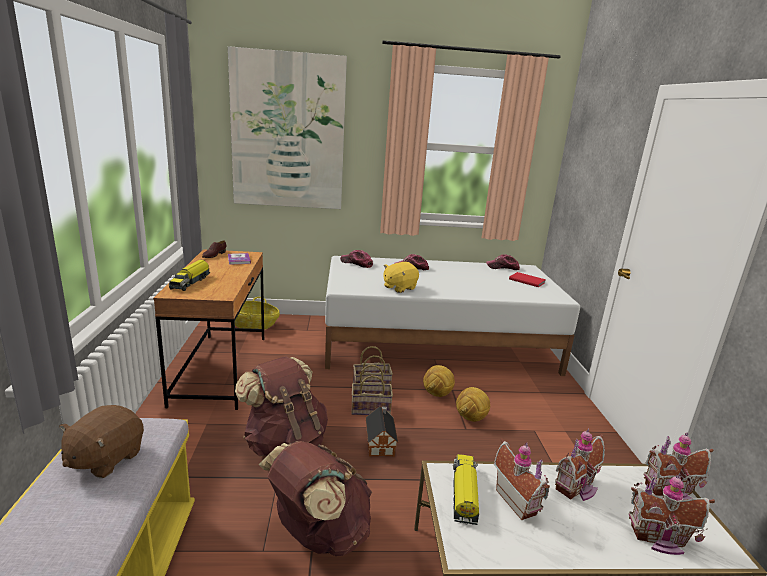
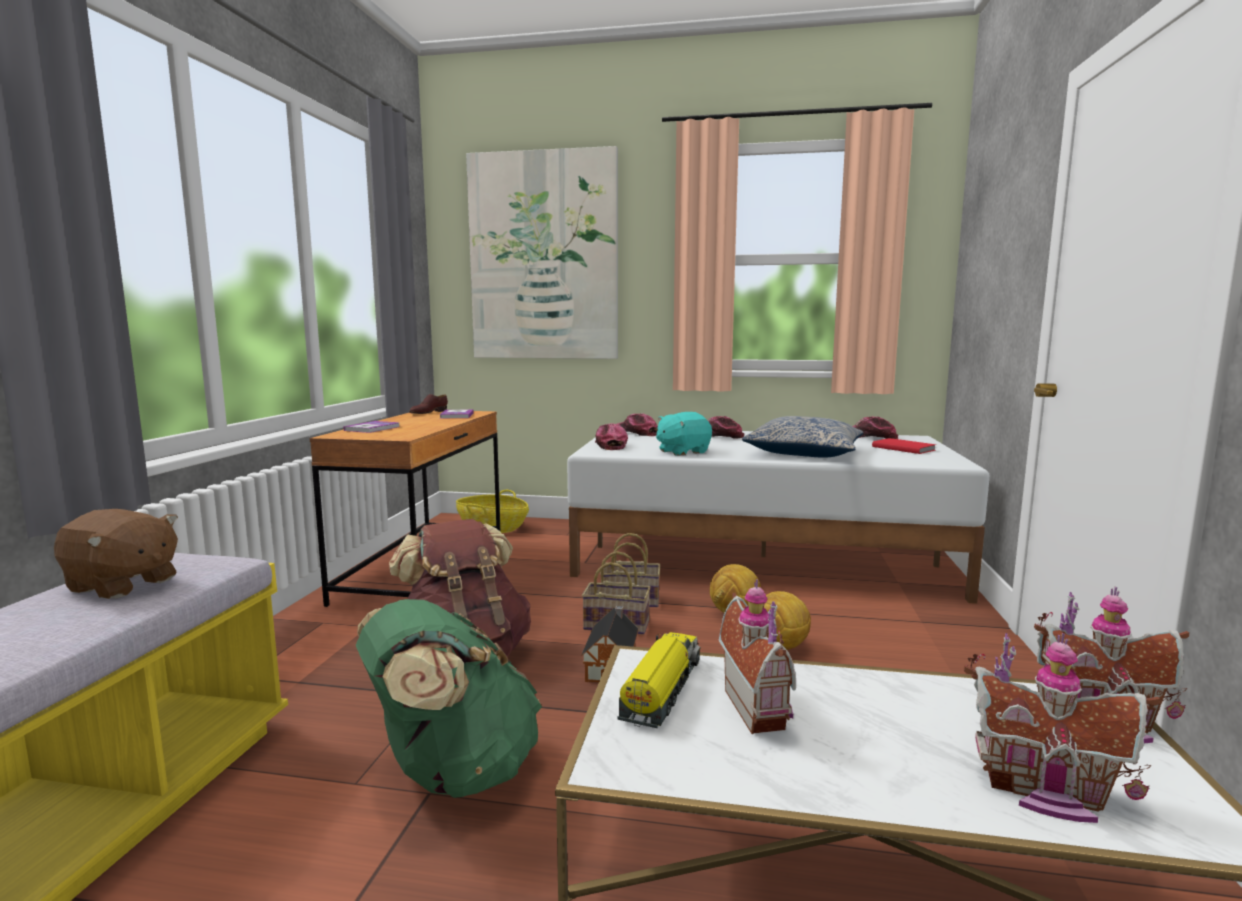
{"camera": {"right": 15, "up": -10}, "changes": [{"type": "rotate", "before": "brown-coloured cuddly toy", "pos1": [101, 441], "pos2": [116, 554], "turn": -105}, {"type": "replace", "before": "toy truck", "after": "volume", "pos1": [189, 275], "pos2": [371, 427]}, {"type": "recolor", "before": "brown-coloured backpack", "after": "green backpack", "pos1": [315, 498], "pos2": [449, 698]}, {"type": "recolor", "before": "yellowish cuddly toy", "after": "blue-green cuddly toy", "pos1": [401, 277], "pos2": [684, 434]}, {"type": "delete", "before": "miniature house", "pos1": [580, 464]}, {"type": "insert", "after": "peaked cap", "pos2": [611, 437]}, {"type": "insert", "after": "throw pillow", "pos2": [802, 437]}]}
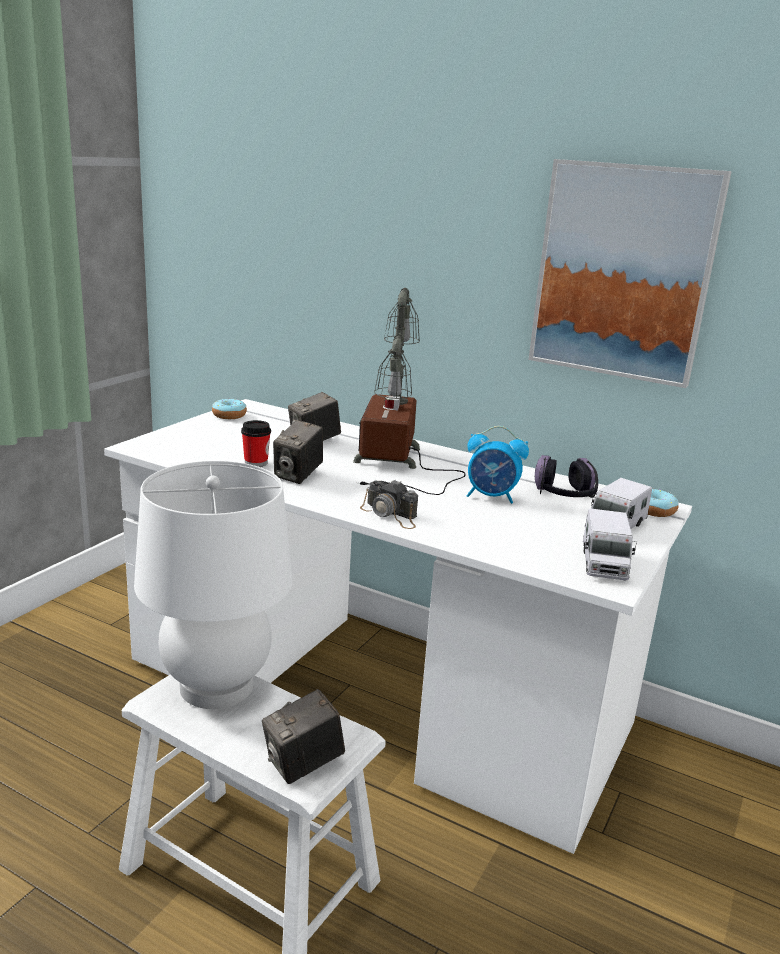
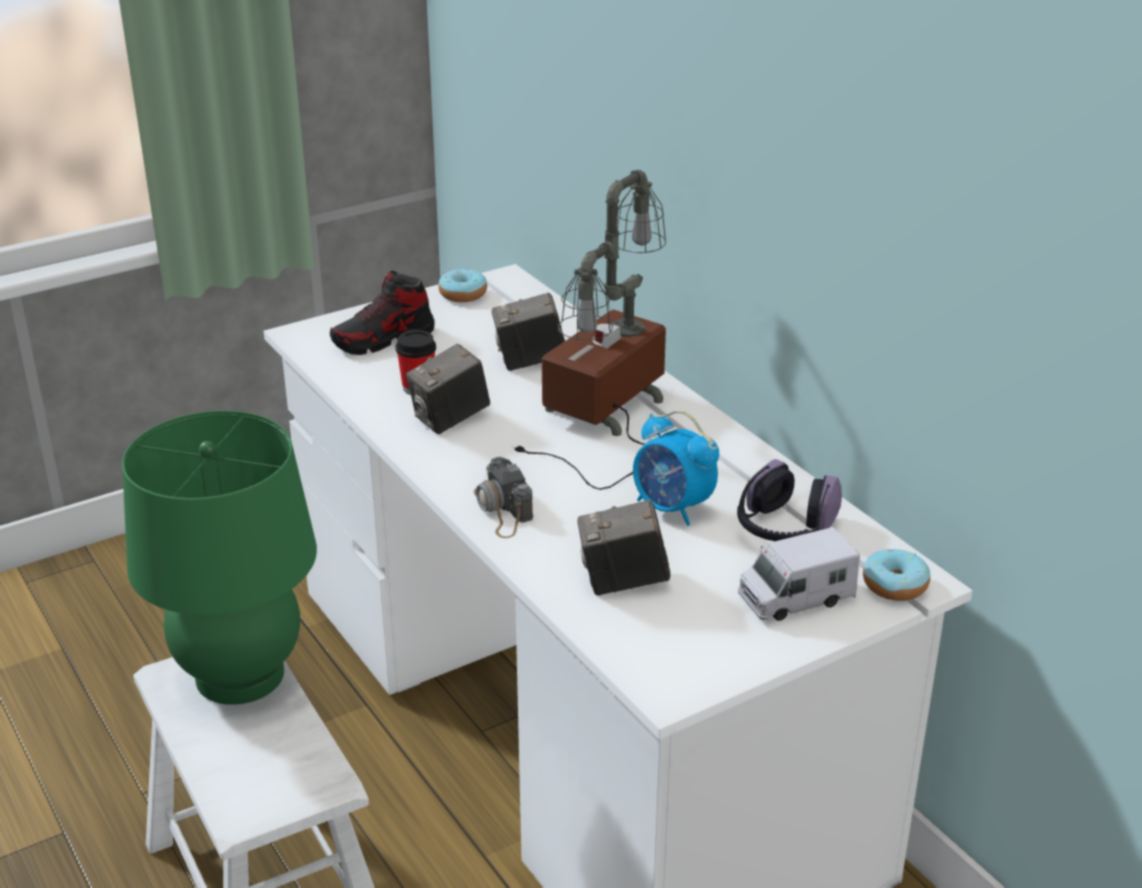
{"camera": {"right": 30, "up": 10}, "changes": [{"type": "recolor", "before": "whitish table lamp", "after": "green table lamp", "pos1": [213, 585], "pos2": [219, 558]}, {"type": "move", "before": "still camera", "pos1": [303, 736], "pos2": [624, 548]}, {"type": "delete", "before": "picture", "pos1": [630, 273]}, {"type": "delete", "before": "toy truck", "pos1": [610, 544]}, {"type": "insert", "after": "low shoe", "pos2": [382, 313]}]}
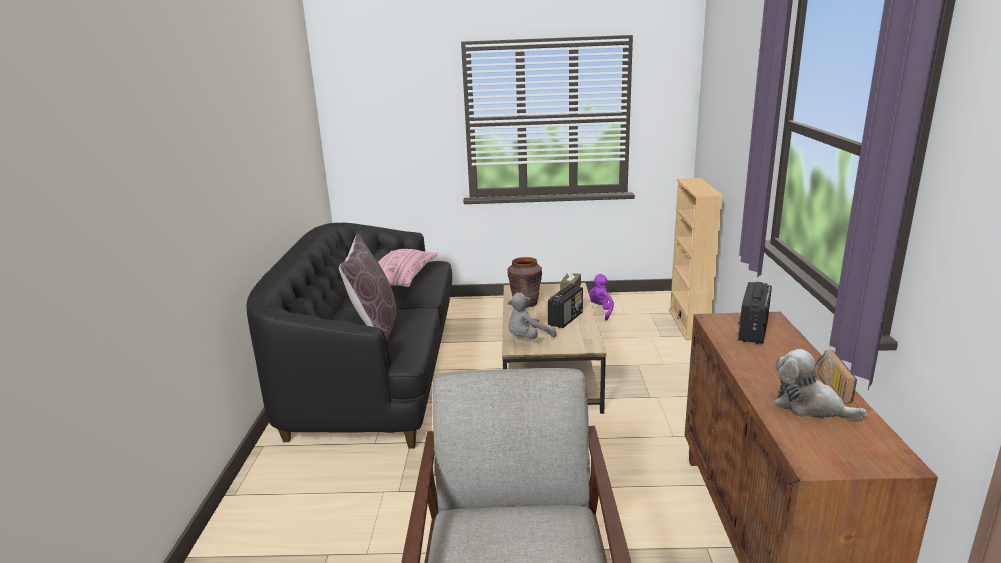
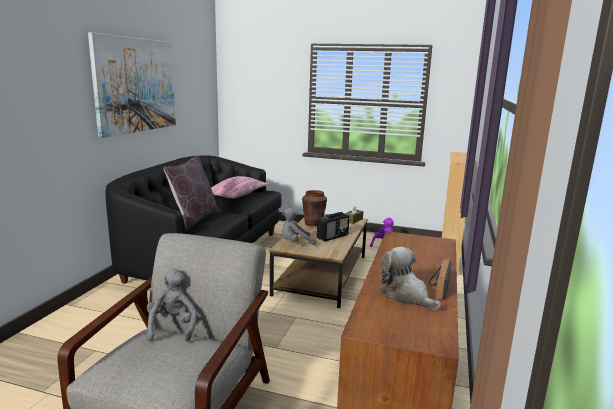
{"camera": {"right": 15, "up": -5}, "changes": [{"type": "delete", "before": "radio", "pos1": [754, 313]}, {"type": "insert", "after": "picture", "pos2": [132, 85]}, {"type": "insert", "after": "greyish cuddly toy", "pos2": [172, 305]}]}
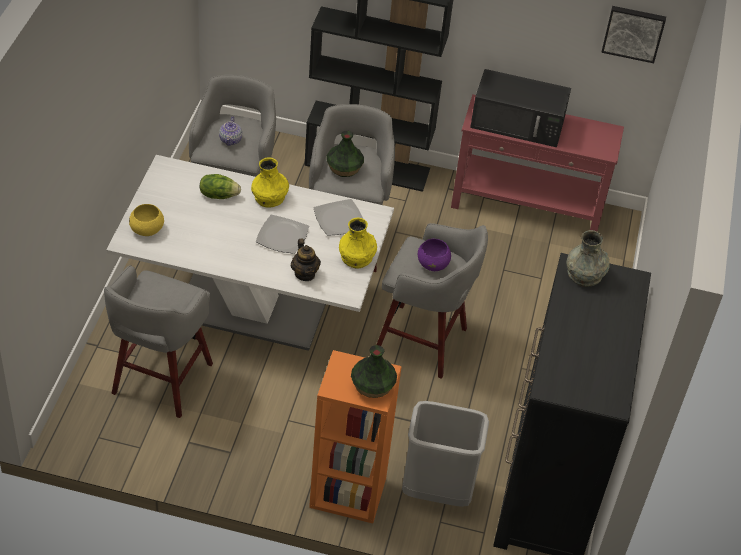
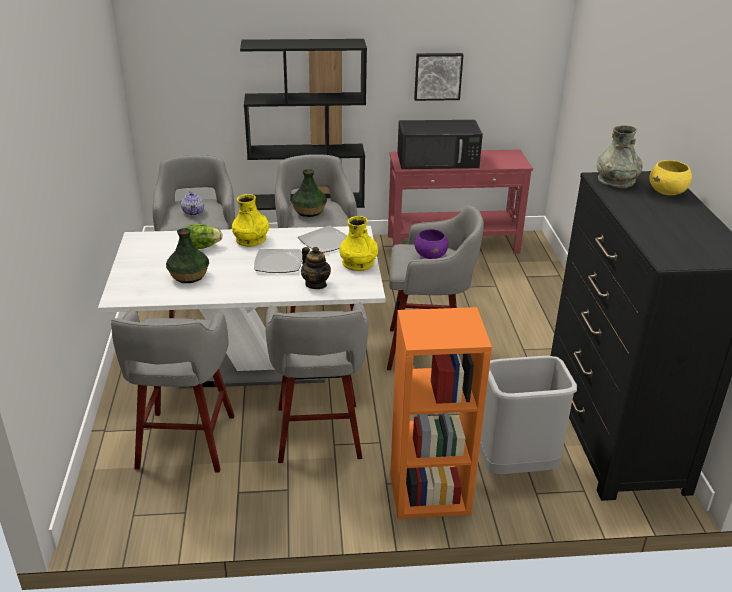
{"camera": {"right": -15, "up": -15}, "changes": [{"type": "move", "before": "yellowish bowl", "pos1": [146, 220], "pos2": [670, 177]}, {"type": "move", "before": "flower vase", "pos1": [374, 371], "pos2": [187, 255]}, {"type": "move", "before": "picture", "pos1": [633, 34], "pos2": [438, 77]}, {"type": "insert", "after": "greyish stool seat", "pos2": [316, 382]}]}
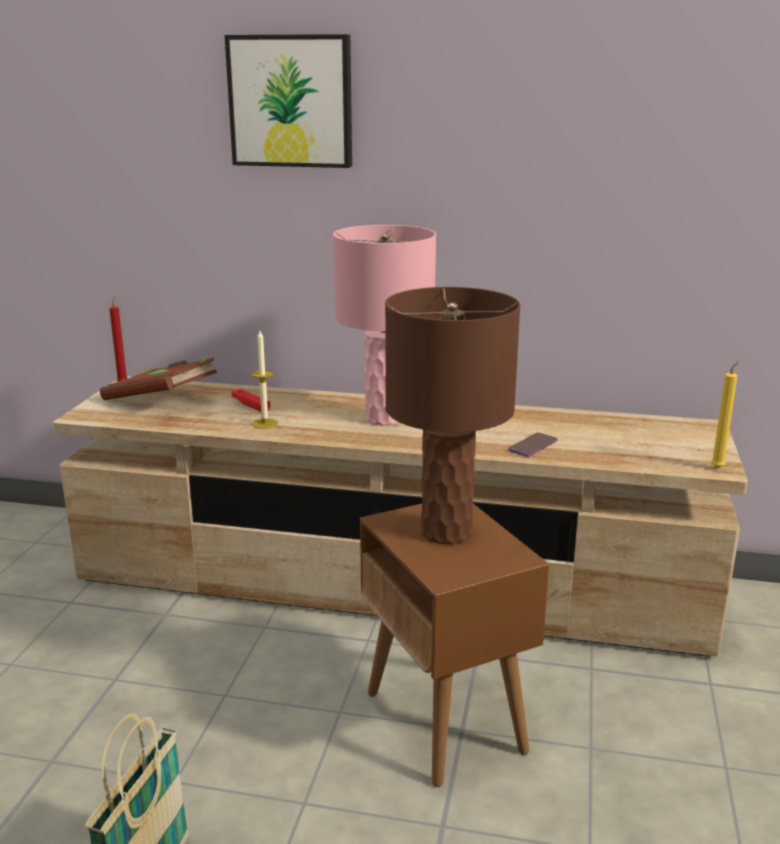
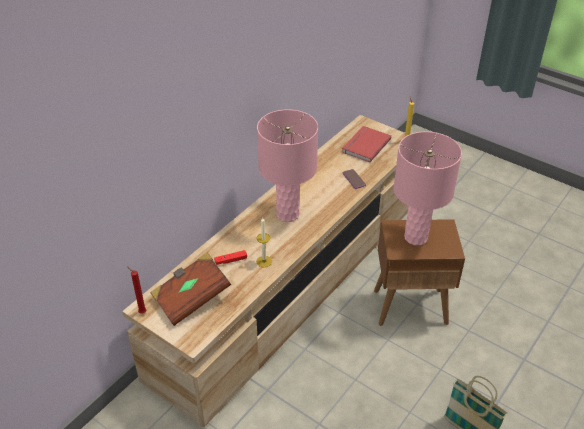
{"camera": {"right": -65, "up": 20}, "changes": [{"type": "delete", "before": "picture", "pos1": [288, 101]}, {"type": "recolor", "before": "brown-coloured table lamp", "after": "pink-coloured table lamp", "pos1": [453, 415], "pos2": [427, 188]}, {"type": "insert", "after": "red volume", "pos2": [366, 144]}]}
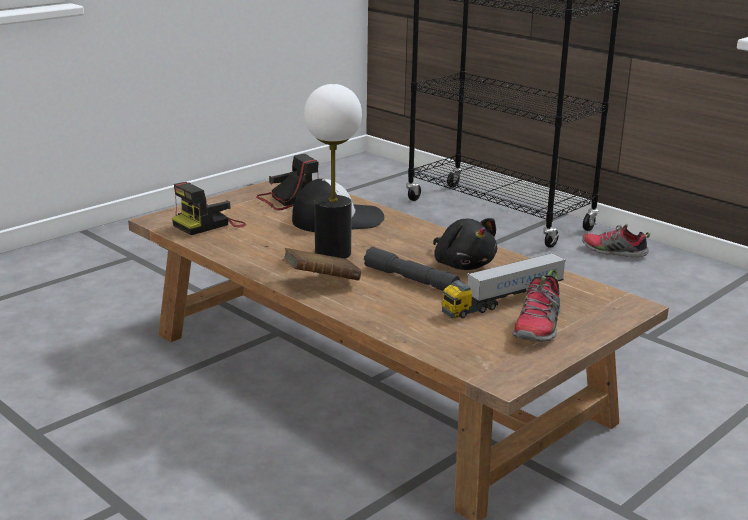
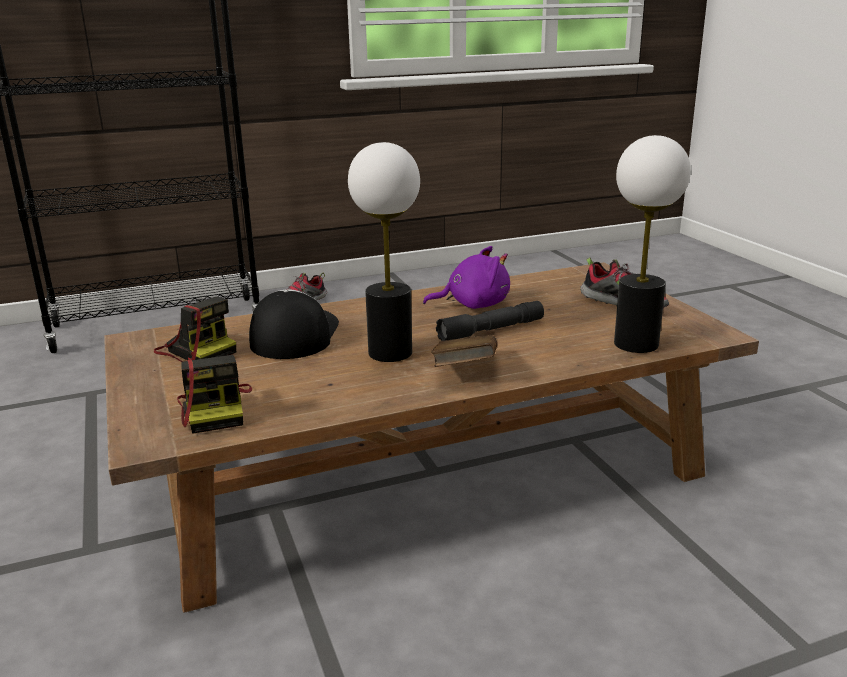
{"camera": {"right": -65, "up": 0}, "changes": [{"type": "rotate", "before": "still camera", "pos1": [287, 182], "pos2": [195, 329], "turn": 135}, {"type": "recolor", "before": "blackish cuddly toy", "after": "purplish cuddly toy", "pos1": [465, 244], "pos2": [466, 277]}, {"type": "delete", "before": "toy truck", "pos1": [503, 285]}, {"type": "insert", "after": "table lamp", "pos2": [652, 244]}]}
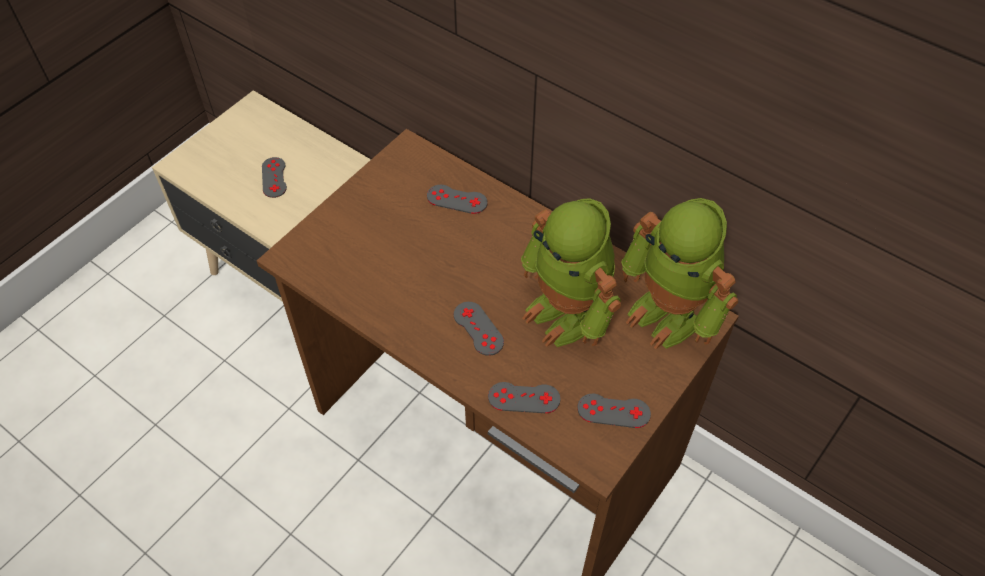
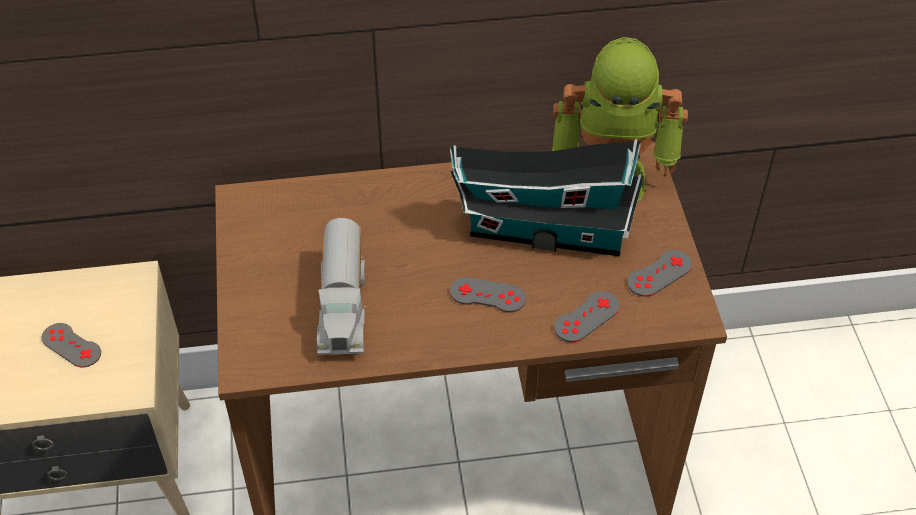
{"camera": {"right": -45, "up": -5}, "changes": [{"type": "delete", "before": "greyish gamepad", "pos1": [457, 199]}, {"type": "replace", "before": "model robot", "after": "miniature house", "pos1": [571, 272], "pos2": [547, 197]}, {"type": "insert", "after": "toy truck", "pos2": [341, 286]}]}
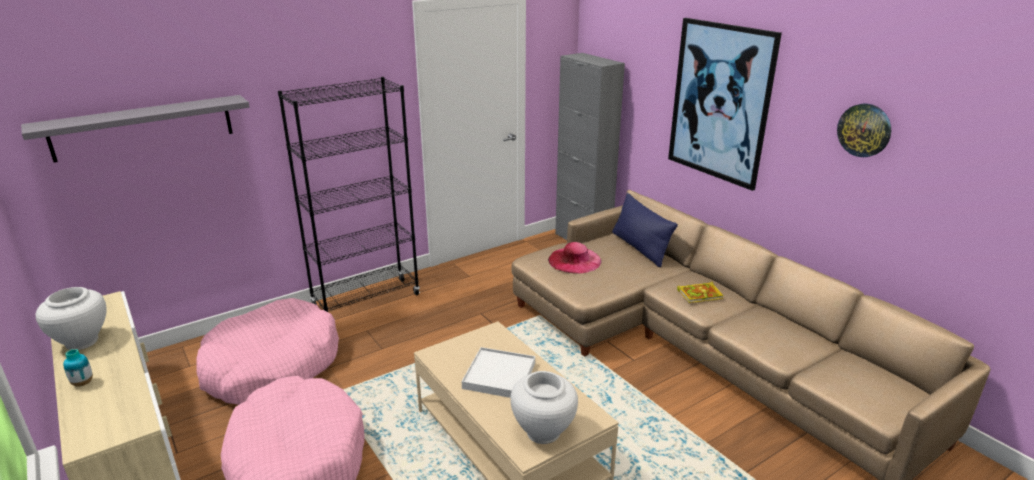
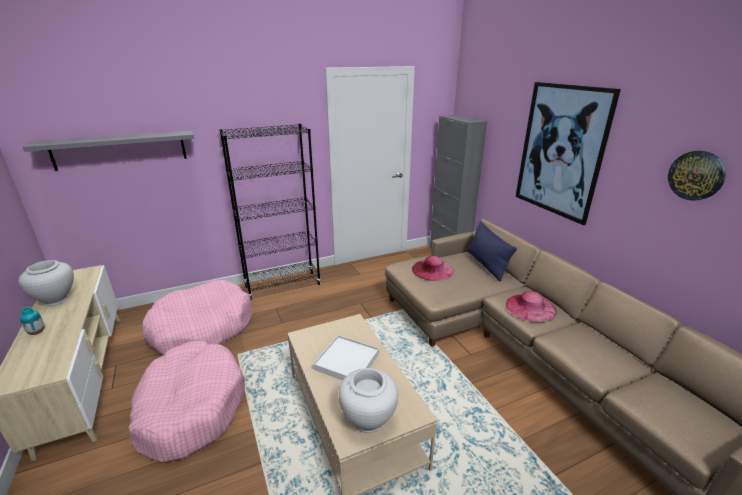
{"camera": {"right": 10, "up": 0}, "changes": [{"type": "replace", "before": "volume", "after": "pink-coloured hat", "pos1": [700, 292], "pos2": [531, 306]}]}
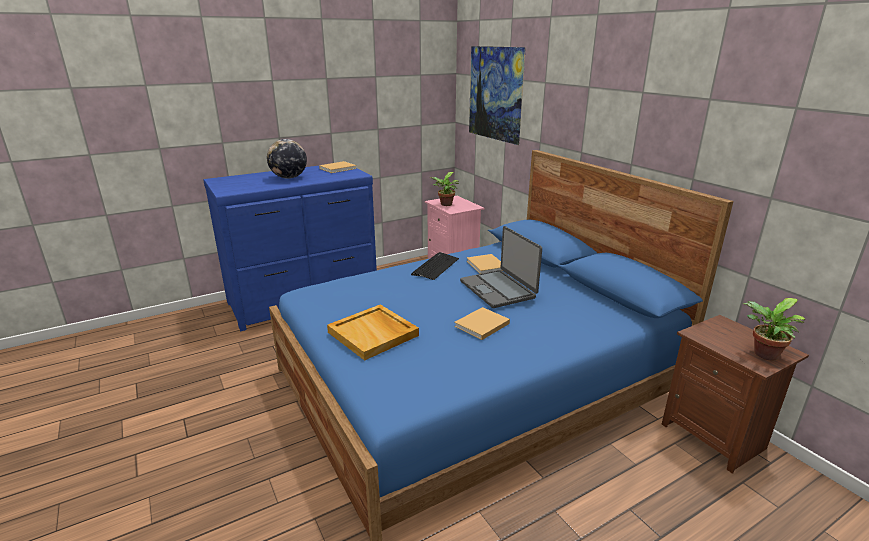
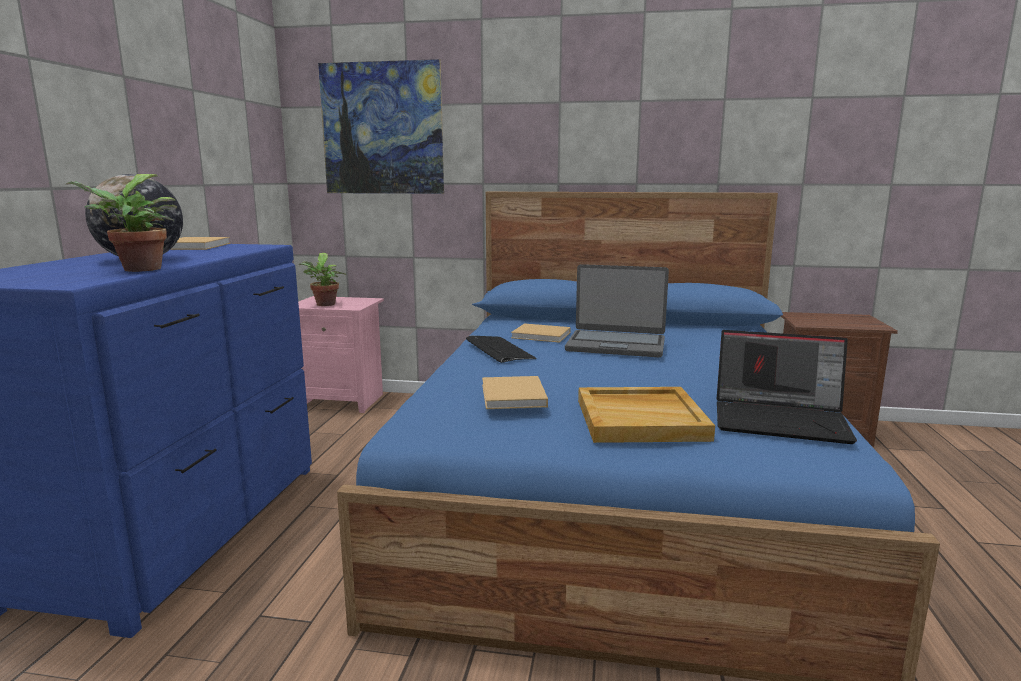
{"camera": {"right": -50, "up": -10}, "changes": [{"type": "move", "before": "beige-coloured volume", "pos1": [482, 323], "pos2": [515, 392]}, {"type": "move", "before": "houseplant", "pos1": [774, 329], "pos2": [121, 223]}, {"type": "insert", "after": "laptop", "pos2": [787, 387]}]}
